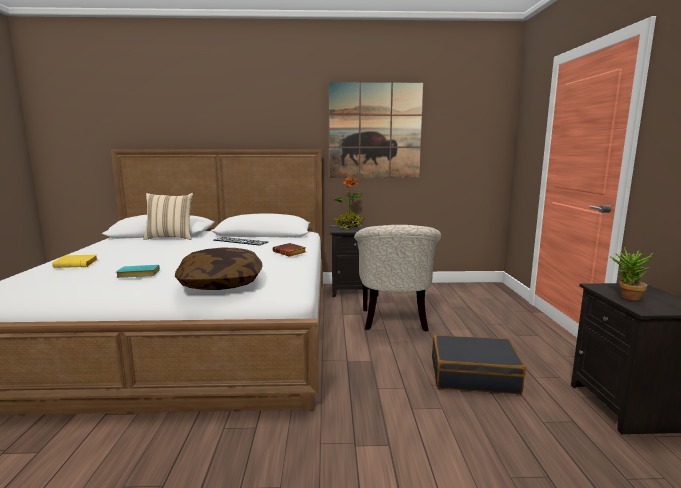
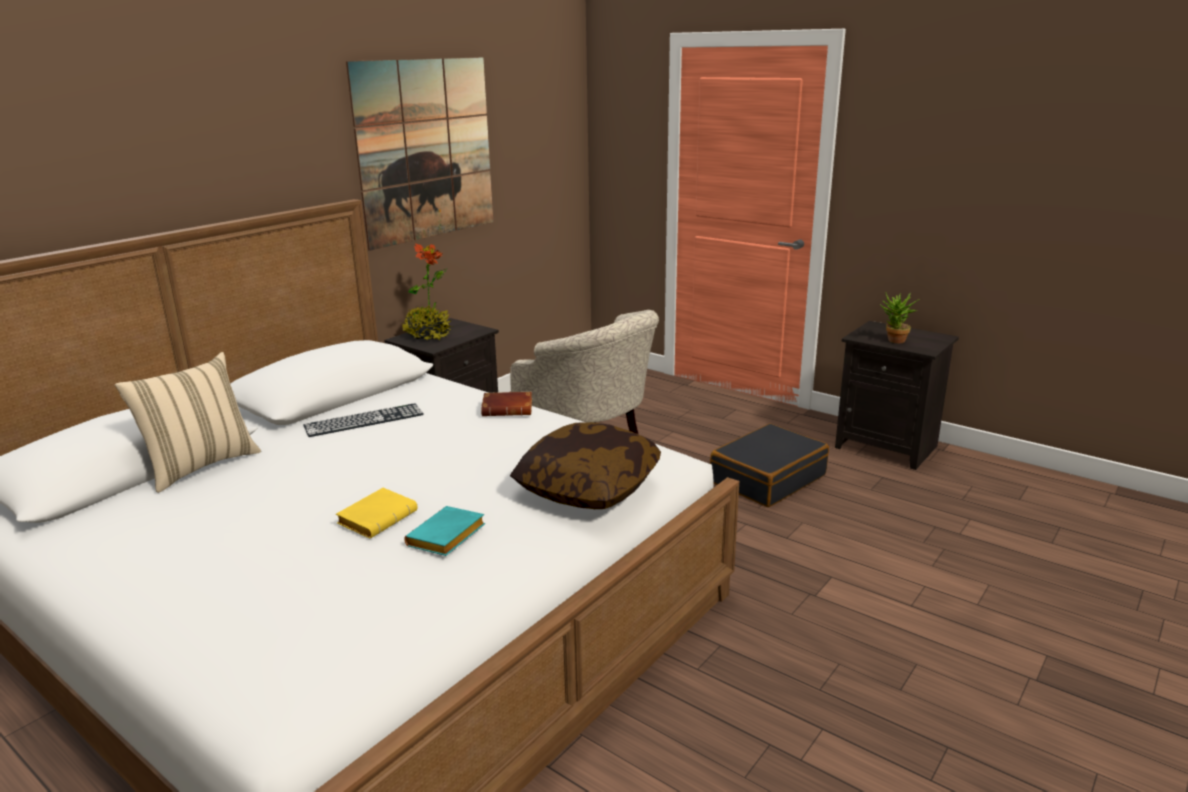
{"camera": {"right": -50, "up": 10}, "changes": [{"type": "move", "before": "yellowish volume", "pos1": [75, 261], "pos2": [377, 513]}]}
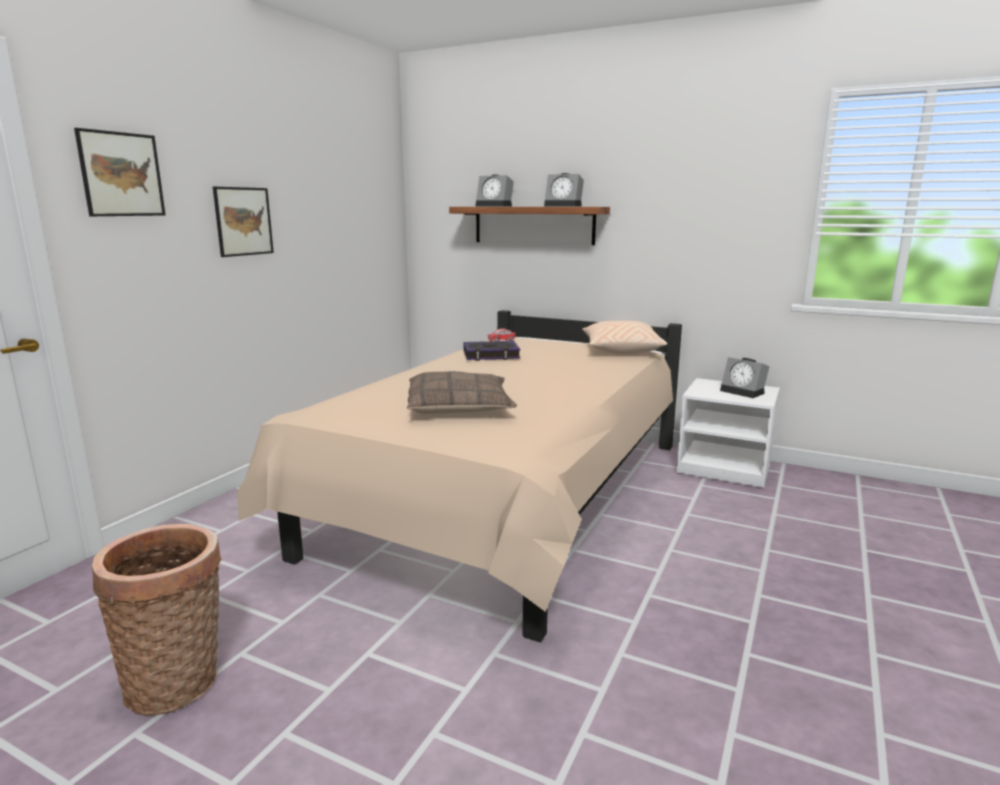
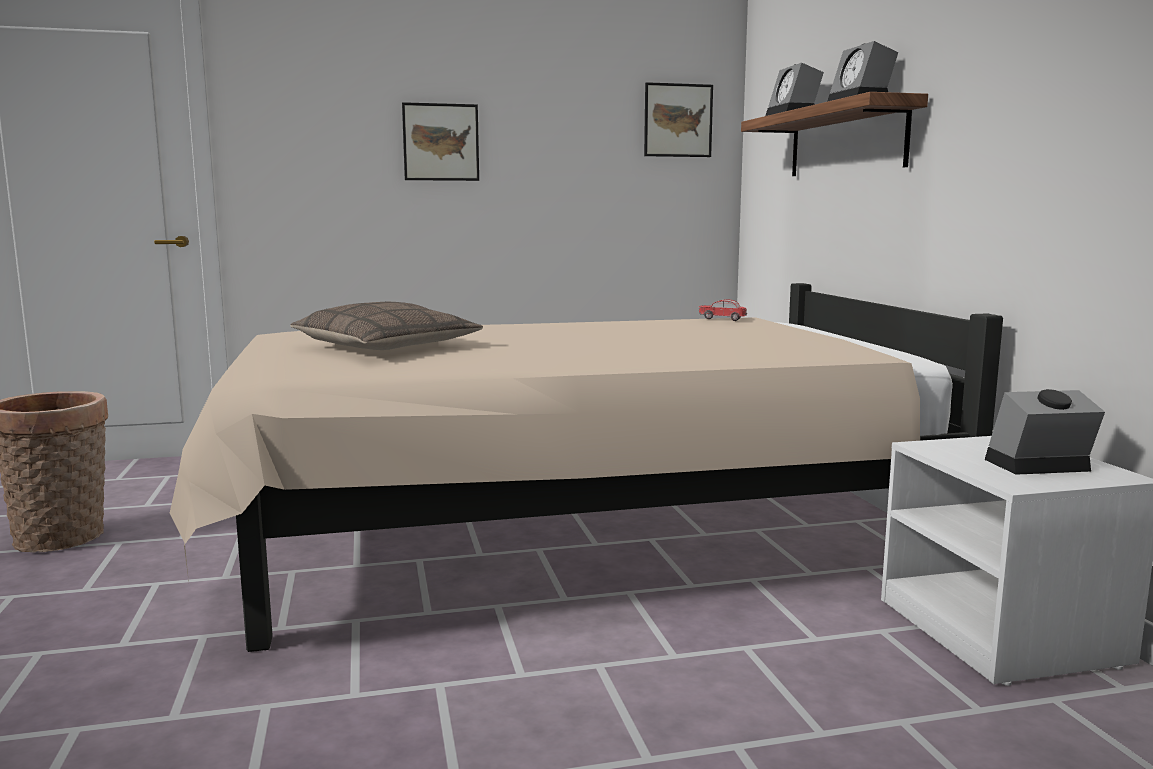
{"camera": {"right": 50, "up": -5}, "changes": [{"type": "move", "before": "picture", "pos1": [120, 172], "pos2": [678, 119]}, {"type": "delete", "before": "volume", "pos1": [491, 351]}, {"type": "delete", "before": "beige-coloured throw pillow", "pos1": [624, 337]}, {"type": "rotate", "before": "bedside clock", "pos1": [745, 377], "pos2": [1045, 432], "turn": 75}]}
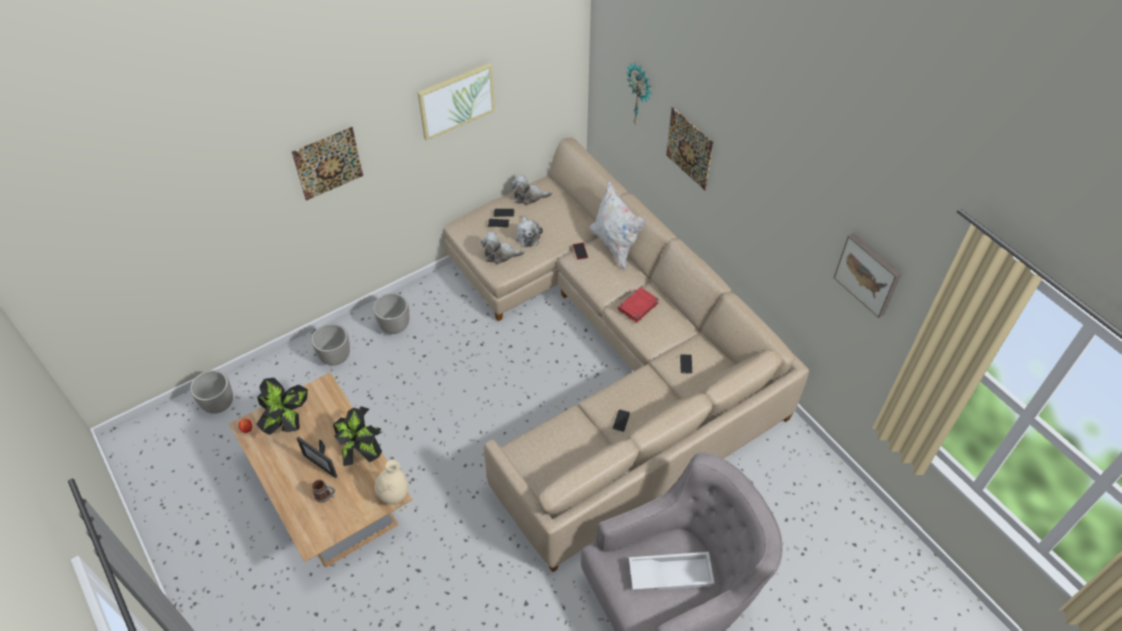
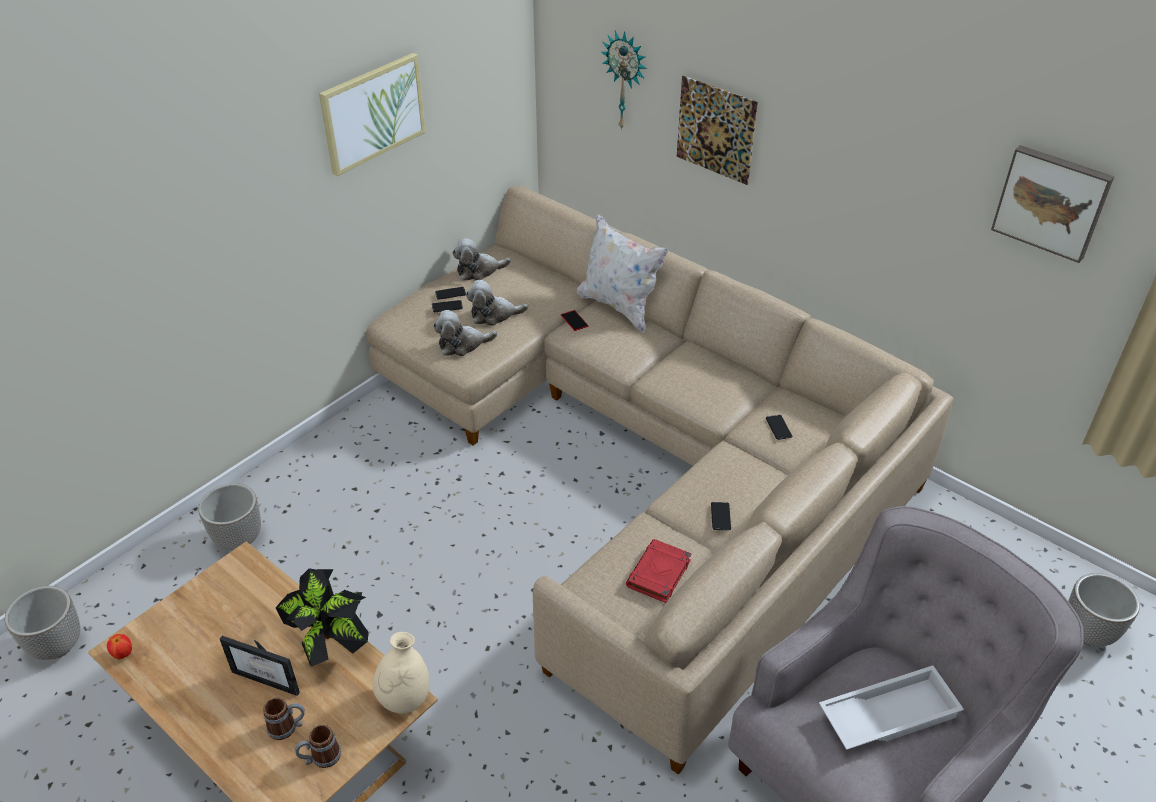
{"camera": {"right": -15, "up": -10}, "changes": [{"type": "delete", "before": "houseplant", "pos1": [282, 406]}, {"type": "delete", "before": "picture", "pos1": [327, 164]}, {"type": "move", "before": "flower pot", "pos1": [391, 313], "pos2": [1104, 609]}, {"type": "rotate", "before": "cuddly toy", "pos1": [529, 231], "pos2": [497, 303], "turn": 105}, {"type": "move", "before": "red volume", "pos1": [638, 305], "pos2": [659, 571]}, {"type": "insert", "after": "coffee mug", "pos2": [318, 746]}]}
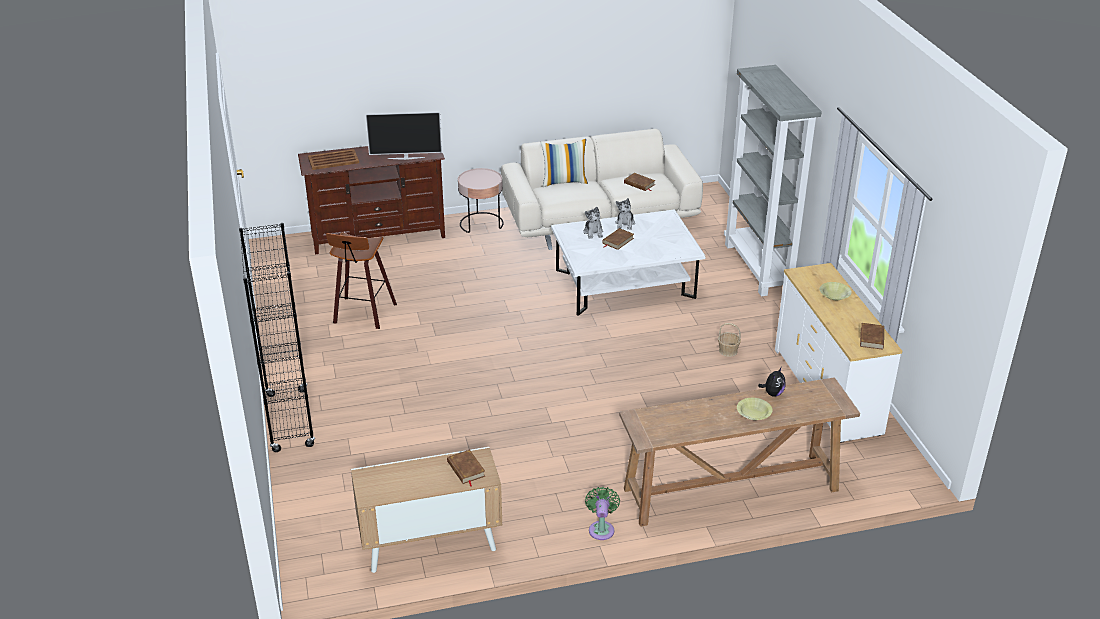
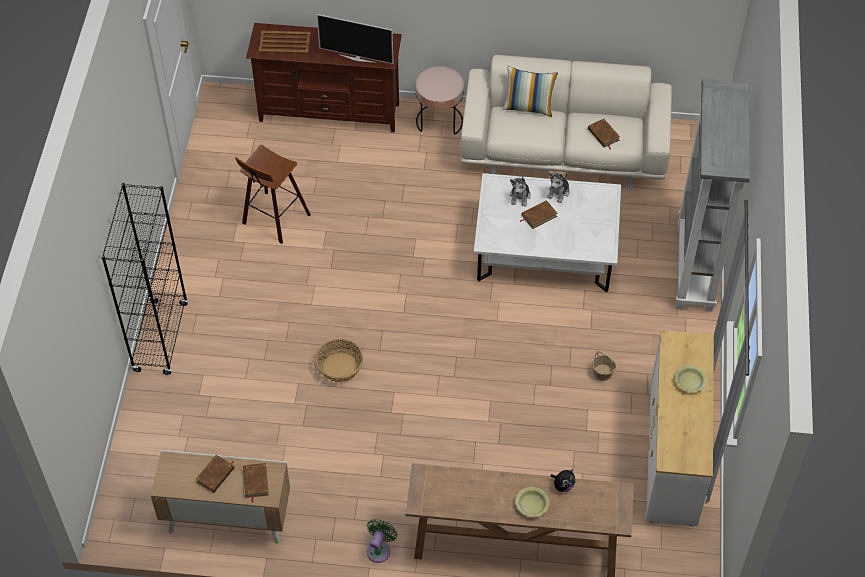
{"camera": {"right": 20, "up": 20}, "changes": [{"type": "move", "before": "brown-coloured volume", "pos1": [872, 336], "pos2": [215, 474]}, {"type": "insert", "after": "household basket", "pos2": [339, 360]}]}
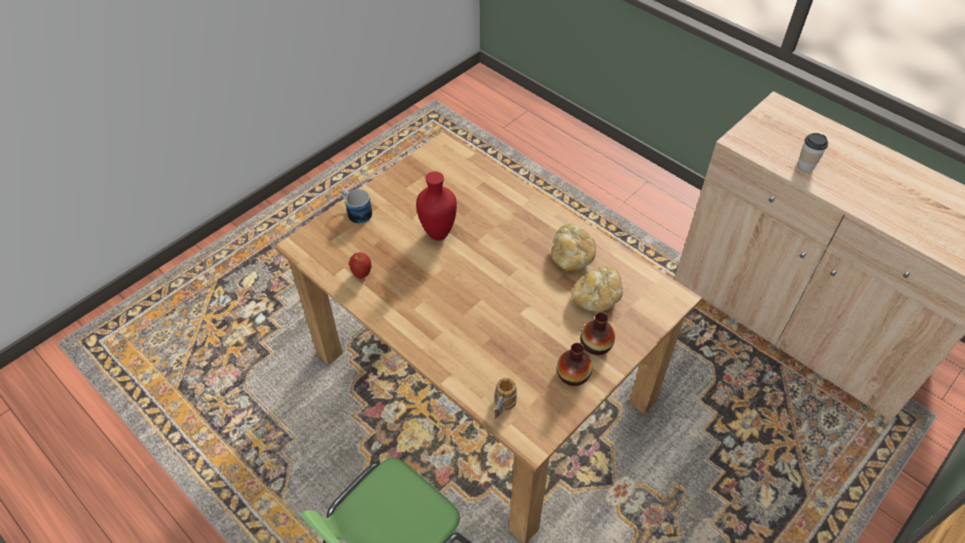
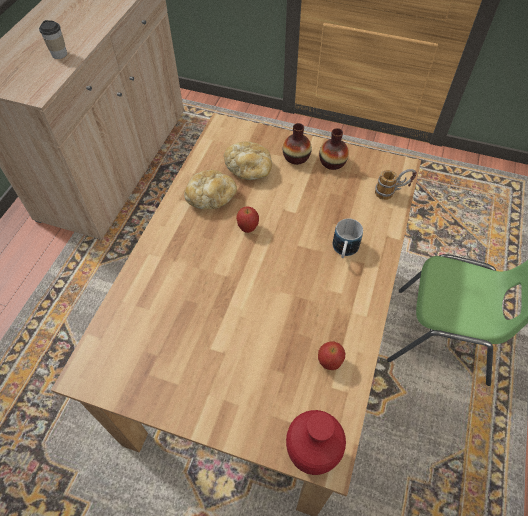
{"camera": {"right": -115, "up": 5}, "changes": [{"type": "move", "before": "coffee mug", "pos1": [356, 206], "pos2": [347, 238]}, {"type": "move", "before": "red flower vase", "pos1": [436, 206], "pos2": [316, 442]}, {"type": "insert", "after": "whole apple", "pos2": [247, 219]}]}
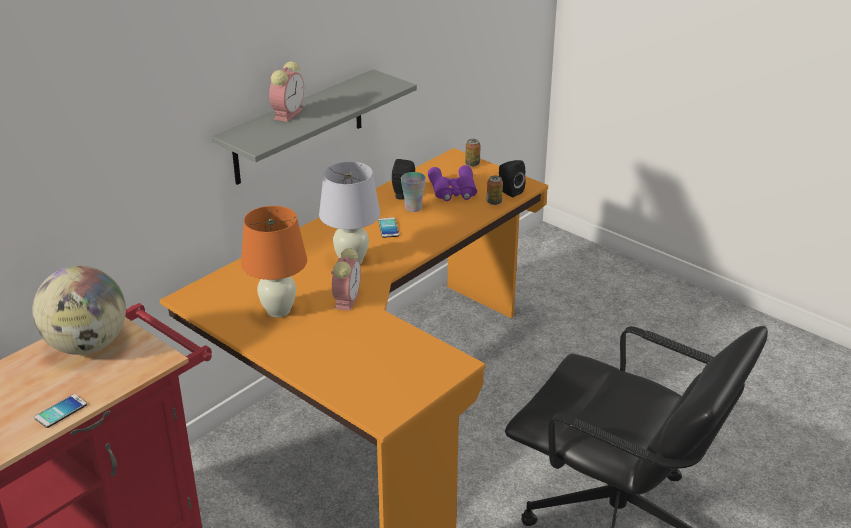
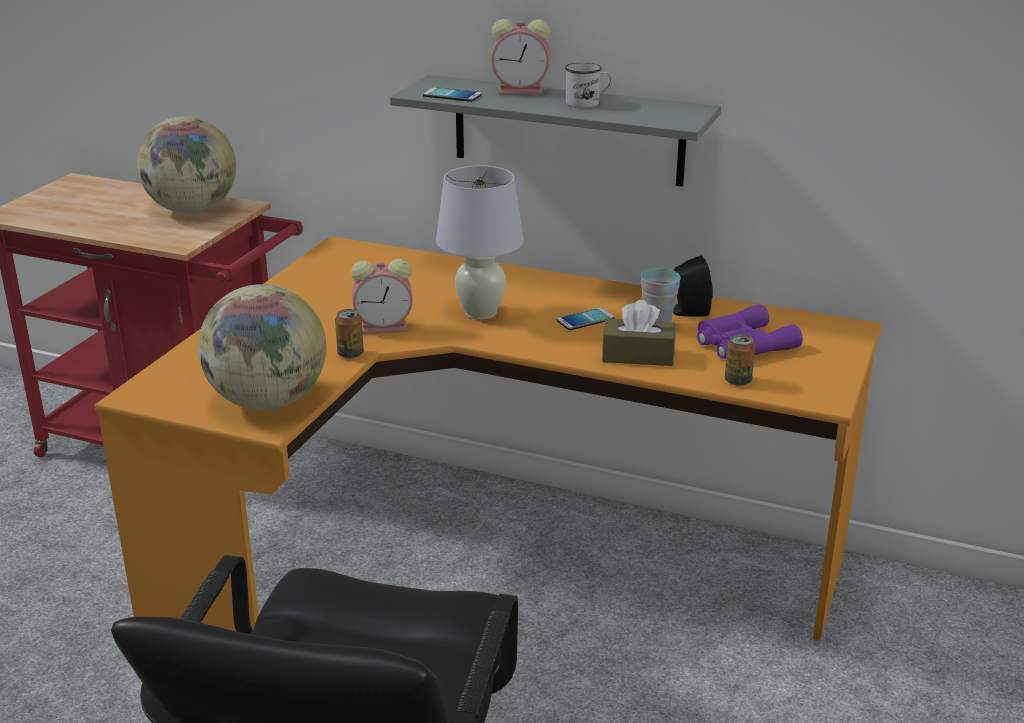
{"camera": {"right": 70, "up": -5}, "changes": [{"type": "move", "before": "handset", "pos1": [60, 411], "pos2": [452, 94]}, {"type": "delete", "before": "orange-coloured table lamp", "pos1": [274, 261]}, {"type": "move", "before": "can", "pos1": [473, 153], "pos2": [349, 334]}, {"type": "delete", "before": "blackish speaker", "pos1": [512, 179]}, {"type": "insert", "after": "desk globe", "pos2": [262, 347]}, {"type": "insert", "after": "whitish coffee mug", "pos2": [588, 85]}, {"type": "insert", "after": "brown-coloured box of tissues", "pos2": [638, 333]}]}
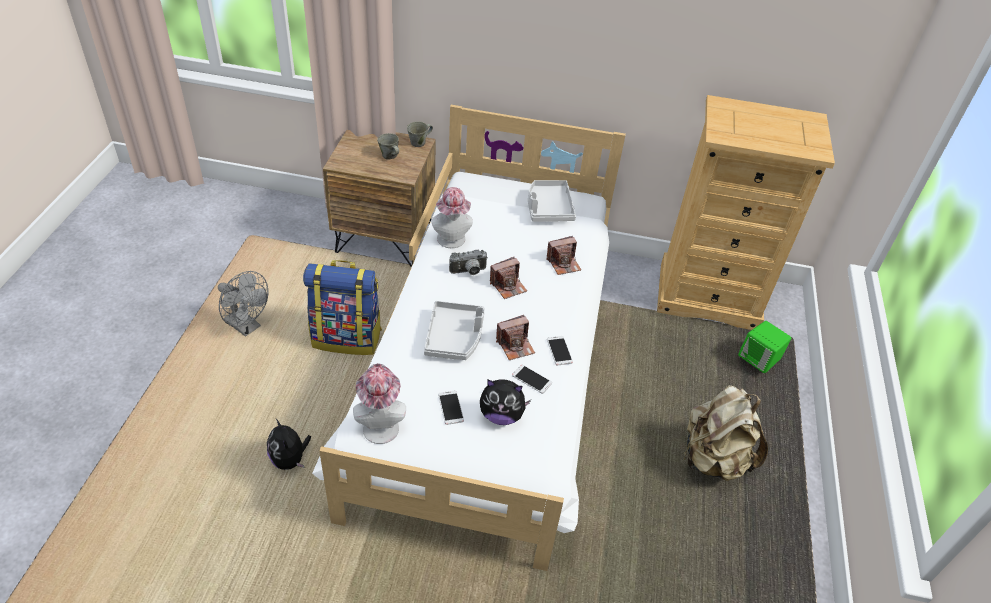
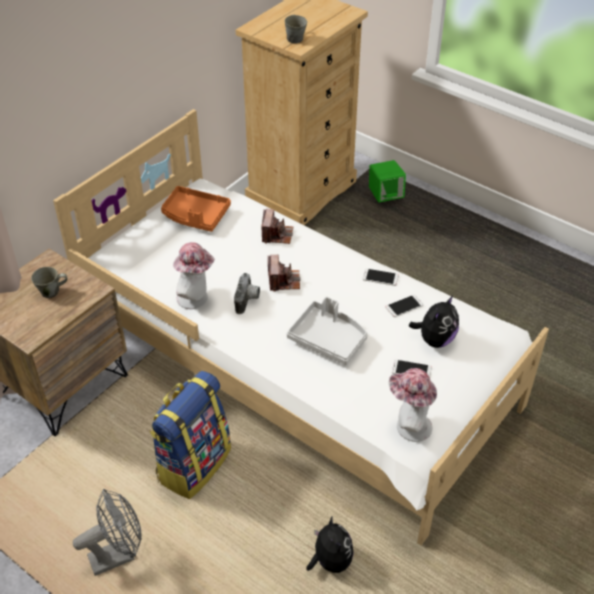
{"camera": {"right": -60, "up": 0}, "changes": [{"type": "rotate", "before": "cuddly toy", "pos1": [289, 444], "pos2": [330, 545], "turn": -105}, {"type": "move", "before": "greyish coffee mug", "pos1": [420, 134], "pos2": [296, 29]}, {"type": "delete", "before": "still camera", "pos1": [515, 337]}, {"type": "recolor", "before": "greyish serving tray", "after": "orange-coloured serving tray", "pos1": [552, 201], "pos2": [196, 209]}, {"type": "delete", "before": "beige-coloured backpack", "pos1": [725, 433]}]}
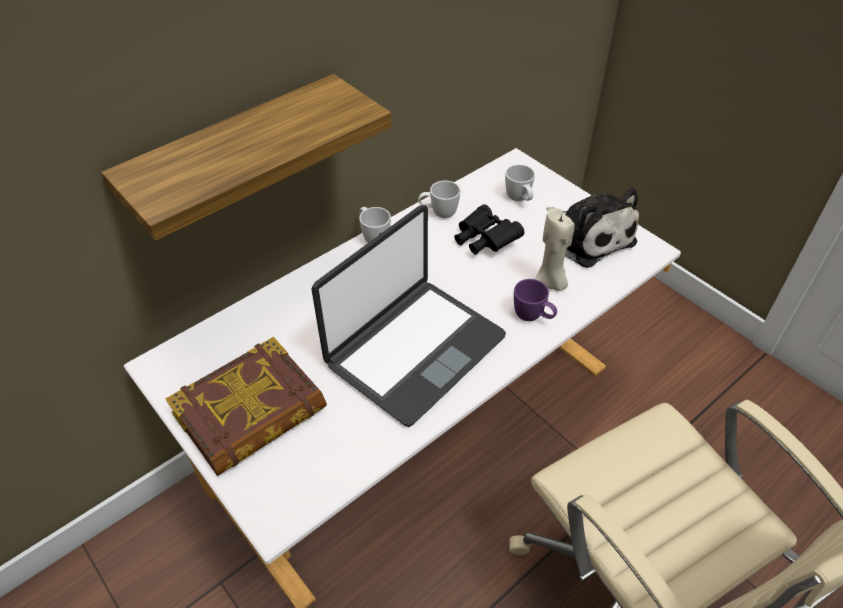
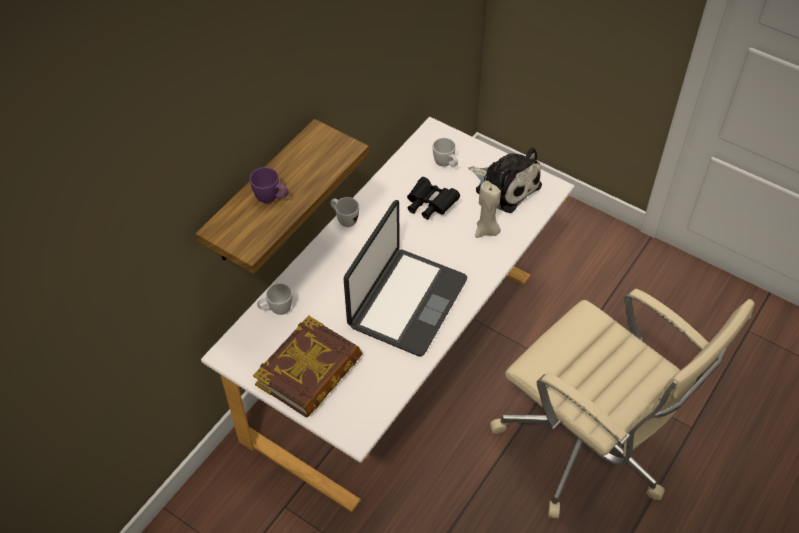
{"camera": {"right": -15, "up": 5}, "changes": [{"type": "move", "before": "whitish coffee mug", "pos1": [439, 199], "pos2": [274, 299]}, {"type": "move", "before": "purplish coffee mug", "pos1": [535, 300], "pos2": [269, 185]}]}
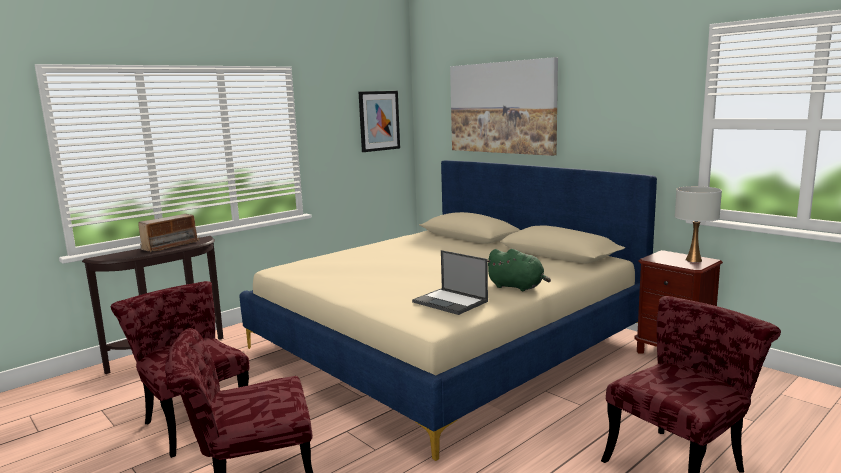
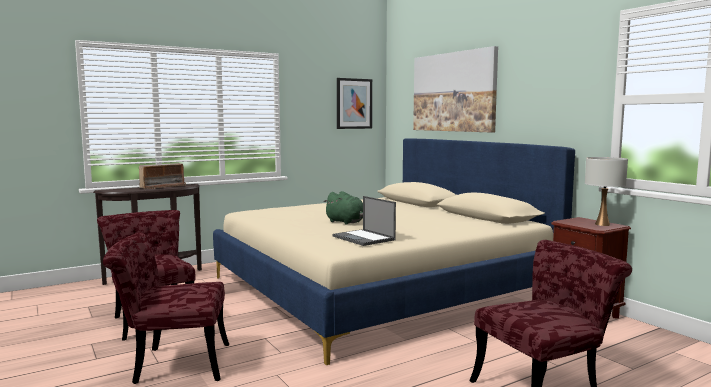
{"camera": {"right": 10, "up": -5}, "changes": [{"type": "move", "before": "green cuddly toy", "pos1": [519, 270], "pos2": [343, 208]}]}
